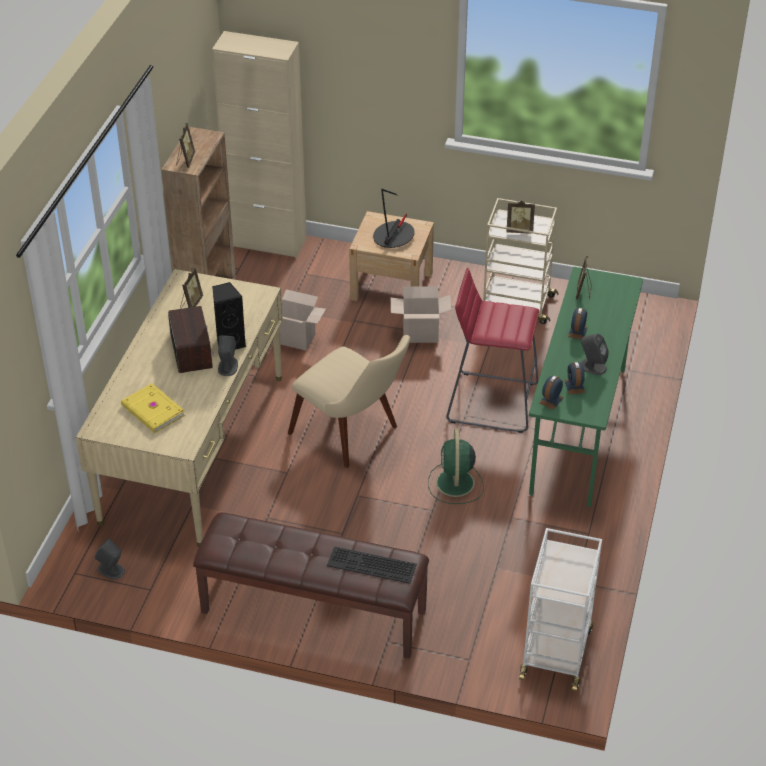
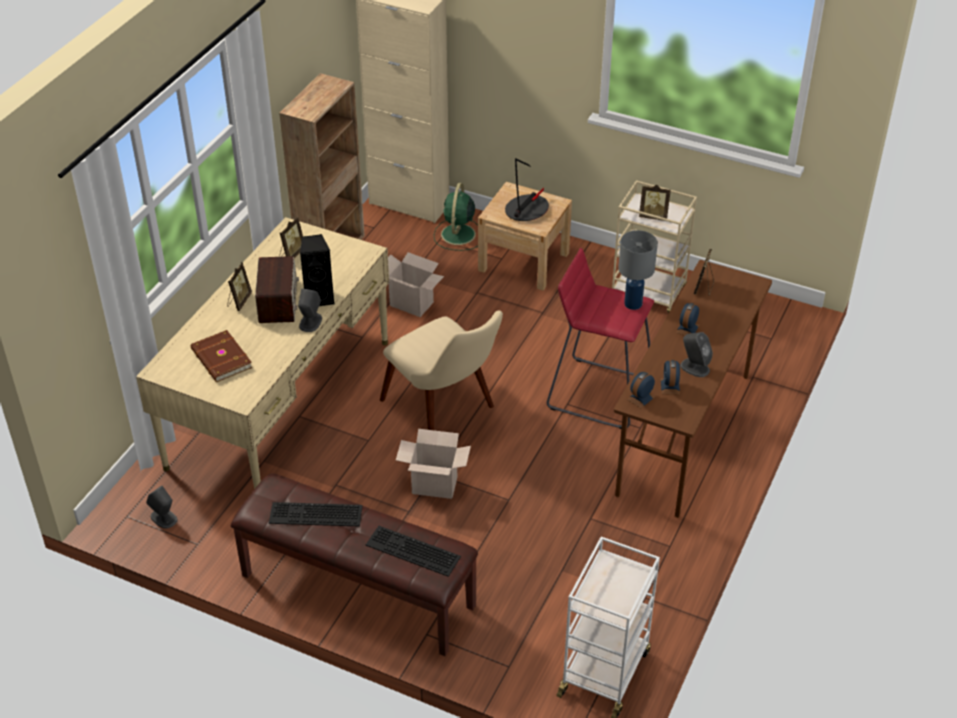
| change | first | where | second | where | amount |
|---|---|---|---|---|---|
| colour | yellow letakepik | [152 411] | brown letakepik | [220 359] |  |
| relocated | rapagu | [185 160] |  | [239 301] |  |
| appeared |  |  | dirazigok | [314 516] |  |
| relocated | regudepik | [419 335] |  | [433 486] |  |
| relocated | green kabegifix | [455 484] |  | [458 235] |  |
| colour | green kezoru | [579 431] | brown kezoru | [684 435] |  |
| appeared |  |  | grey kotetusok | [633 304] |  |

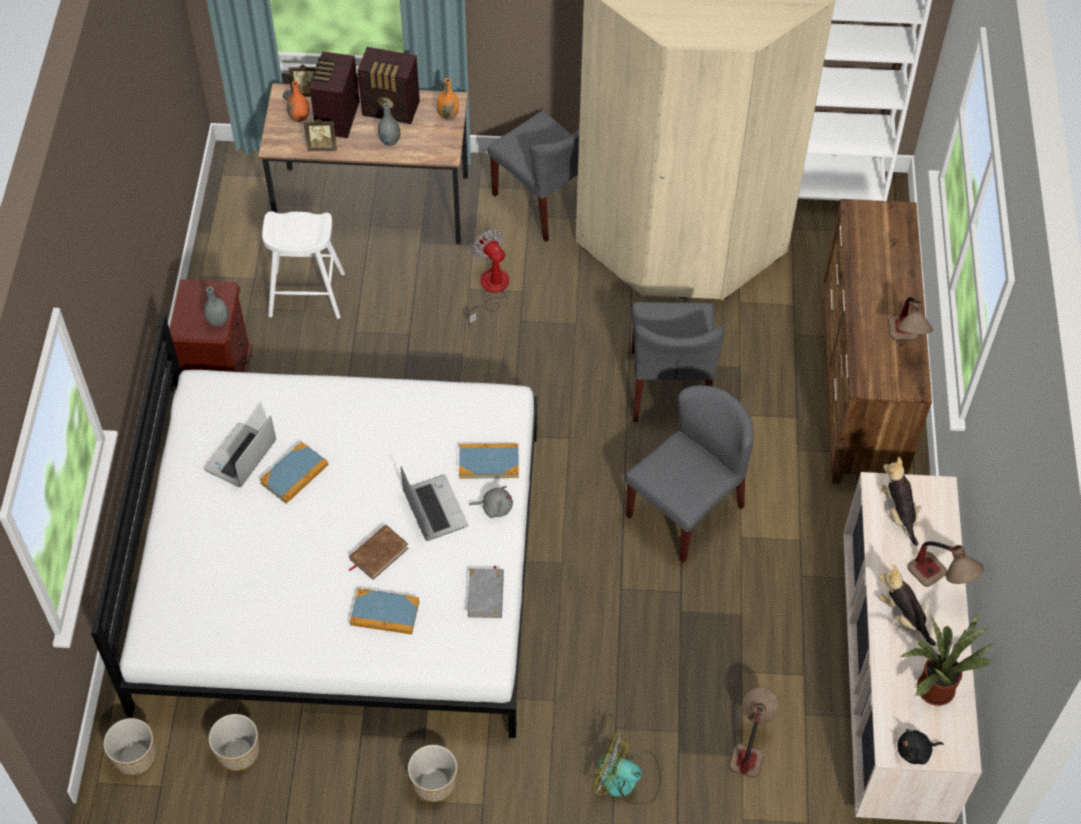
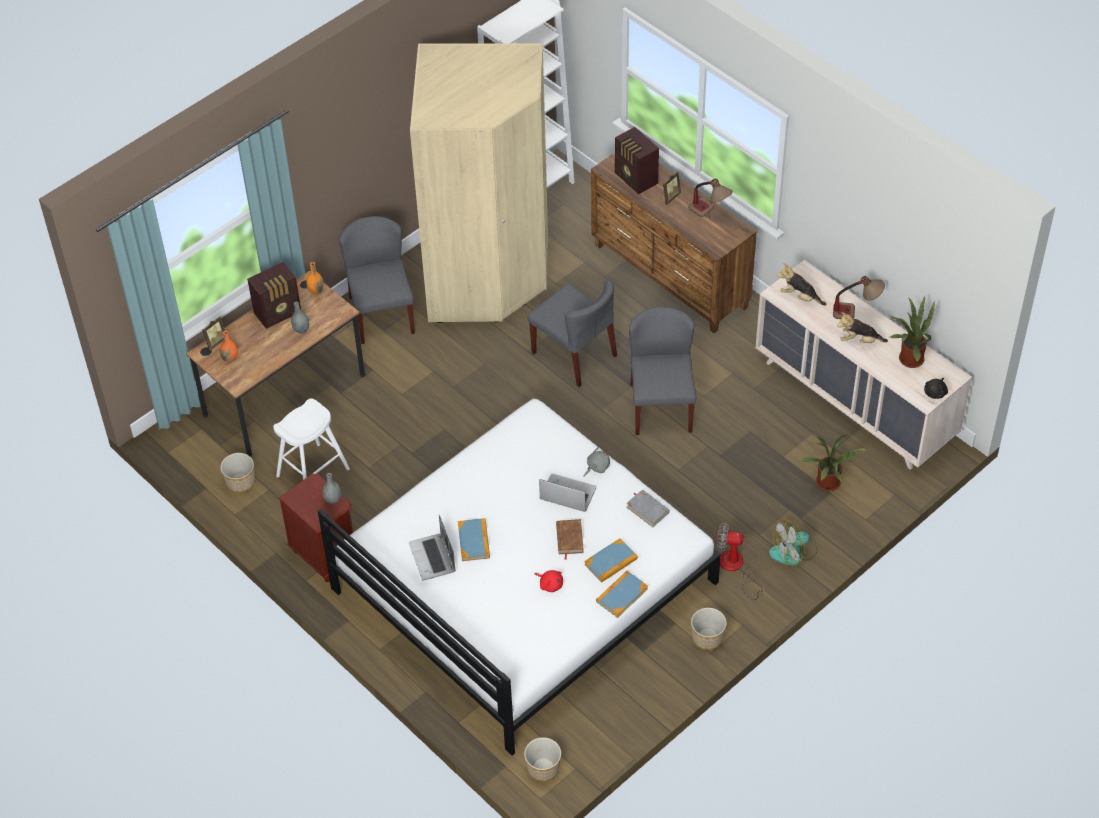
| change | first | where | second | where | amount |
|---|---|---|---|---|---|
| relocated | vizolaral | [238 751] |  | [240 482] |  |
| spun | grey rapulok | [545 201] |  | [381 315] | 105 degrees counterclockwise |
| appeared |  |  | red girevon | [550 584] |  |
| relocated | letakepik | [489 462] |  | [622 595] |  |
| relocated | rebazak | [336 118] |  | [636 179] |  |
| relocated | rapagu | [322 147] |  | [669 197] |  |
| relocated | kabegifix | [490 289] |  | [735 568] |  |
| exchanged | kotetusok | [750 744] | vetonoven | [827 485] |  |

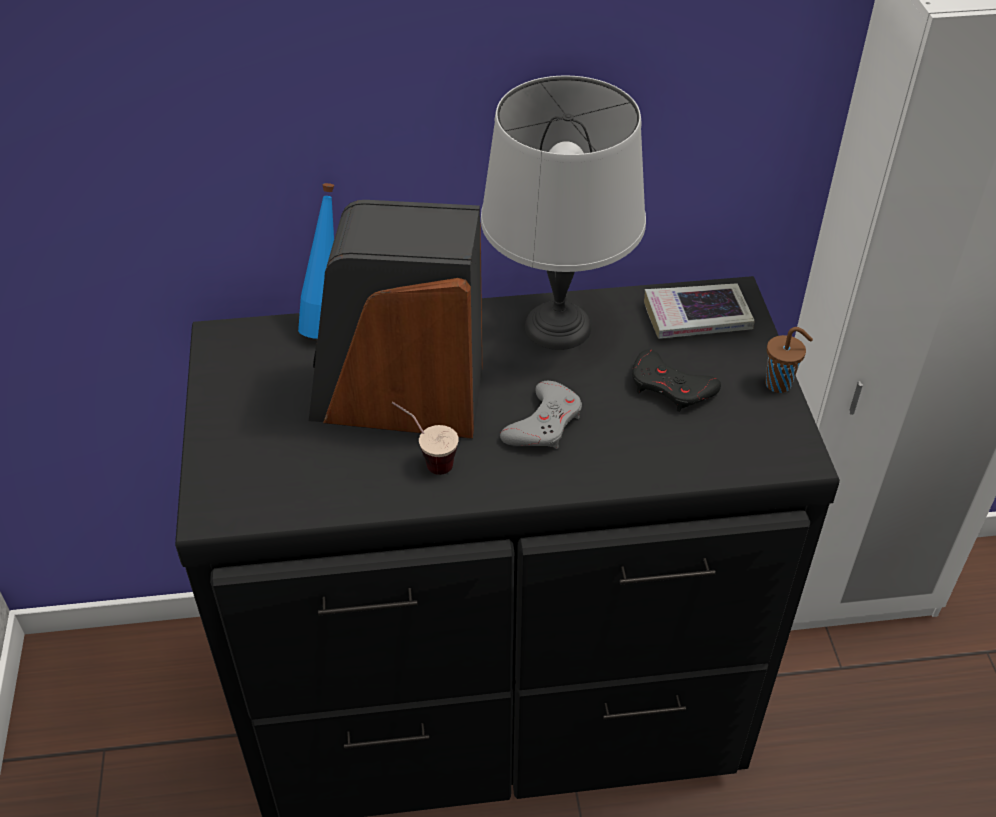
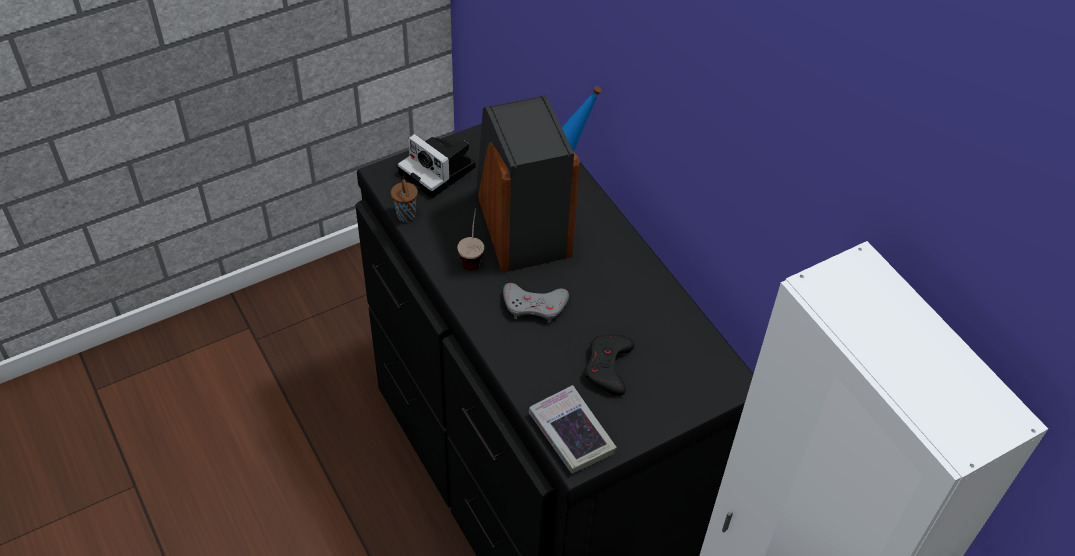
| change | first | where | second | where | amount |
|---|---|---|---|---|---|
| relocated | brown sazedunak | [780 384] |  | [406 216] |  |
| appeared |  |  | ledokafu | [440 171] |  |
| relocated | letakepik | [697 318] |  | [571 433] |  |
| missing | grey kotetusok | [556 327] |  |  |  |

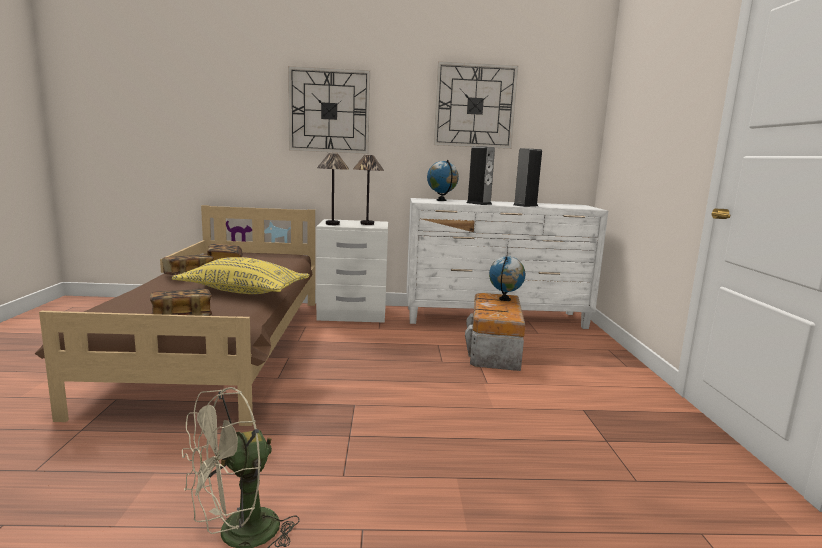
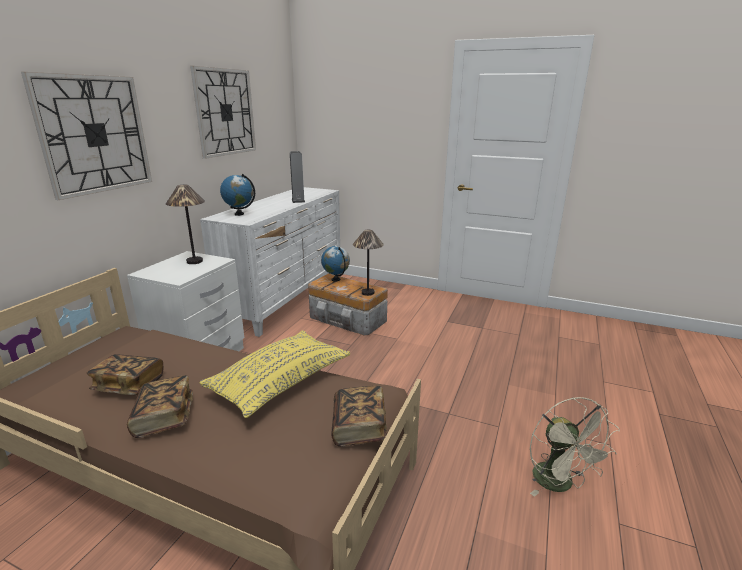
| change | first | where | second | where | amount |
|---|---|---|---|---|---|
| relocated | kotetusok | [332 224] |  | [367 292] |  |
| missing | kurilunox | [479 203] |  |  |  |

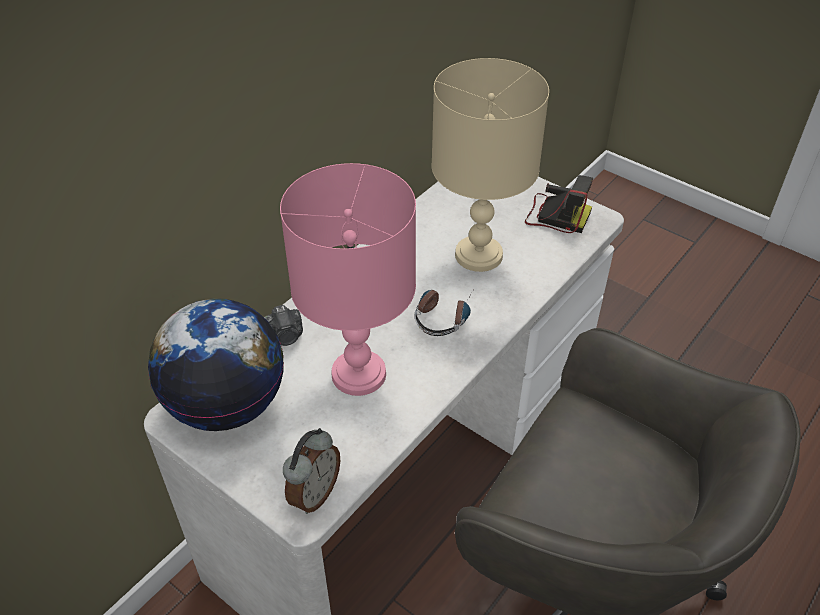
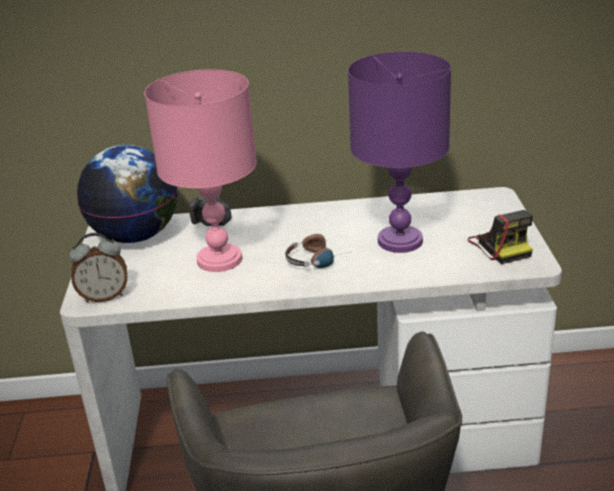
| change | first | where | second | where | amount |
|---|---|---|---|---|---|
| colour | beige kotetusok | [477 255] | purple kotetusok | [399 240] |  |

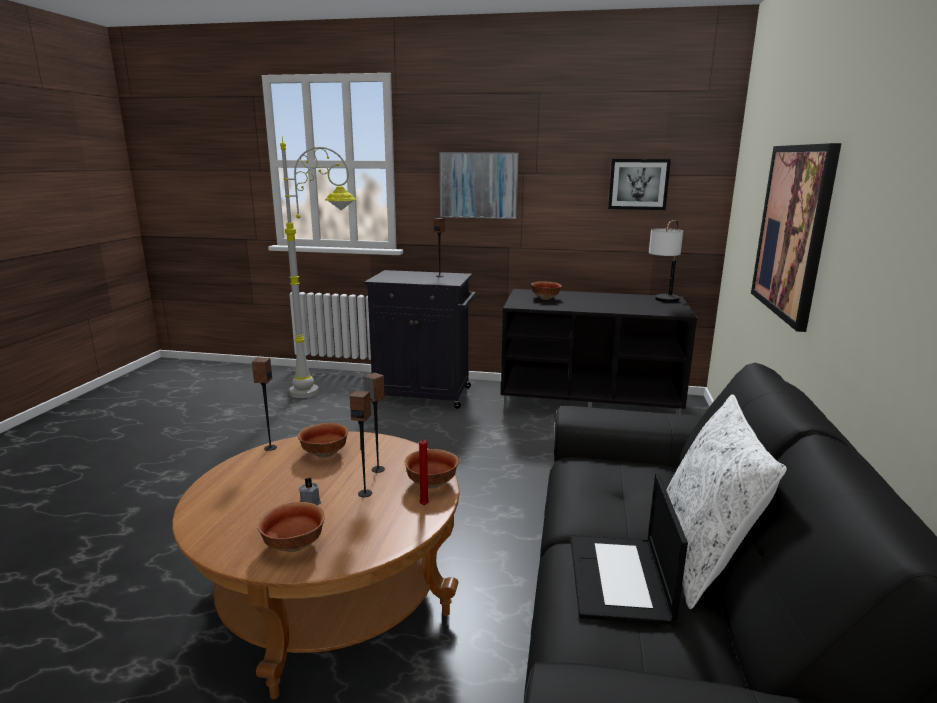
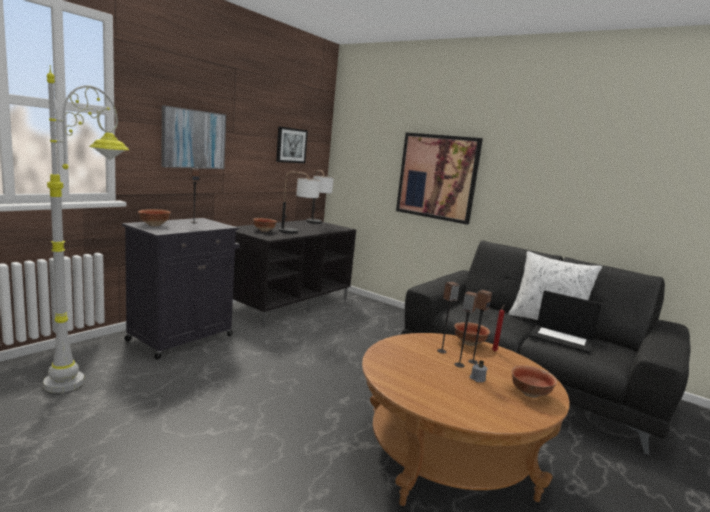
| change | first | where | second | where | amount |
|---|---|---|---|---|---|
| relocated | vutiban | [323 454] |  | [154 225] |  |
| appeared |  |  | kotetusok | [297 232] |  |
| relocated | kurilunox | [270 448] |  | [459 365] |  |

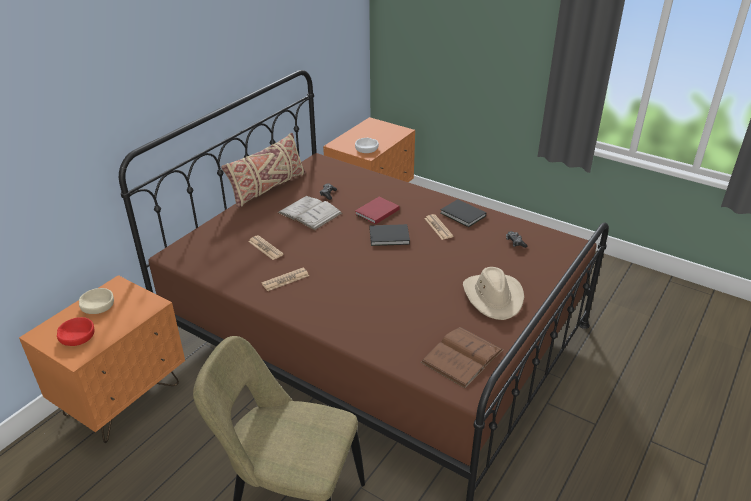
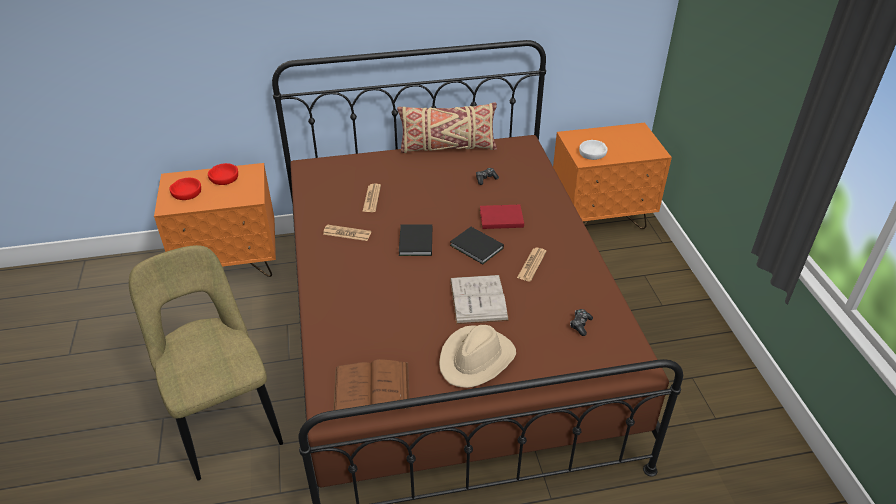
| change | first | where | second | where | amount |
|---|---|---|---|---|---|
| colour | beige vutiban | [97 305] | red vutiban | [224 178] |  |
| relocated | black letakepik | [463 215] |  | [415 242] |  |
| relocated | white letakepik | [310 213] |  | [478 299] |  |

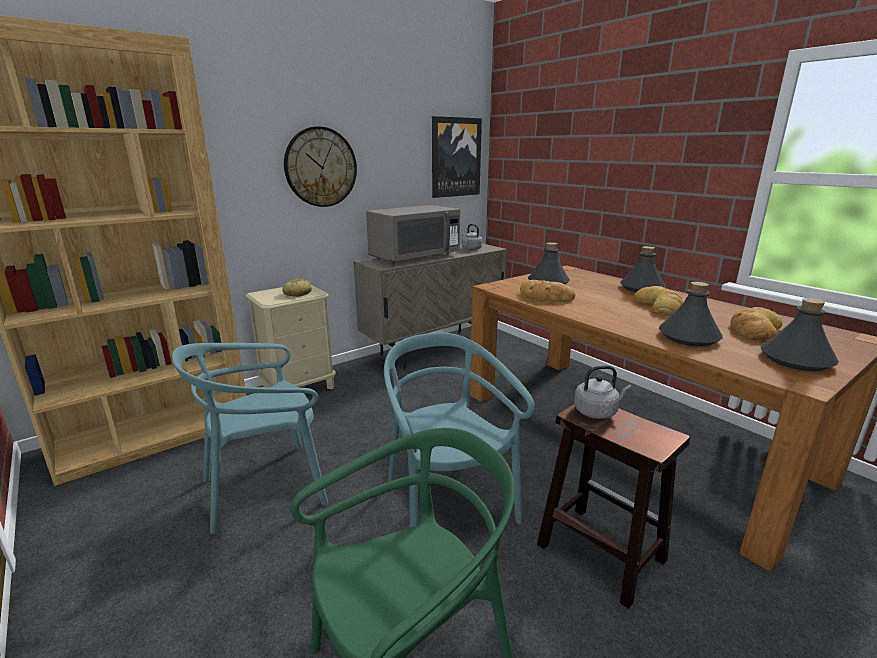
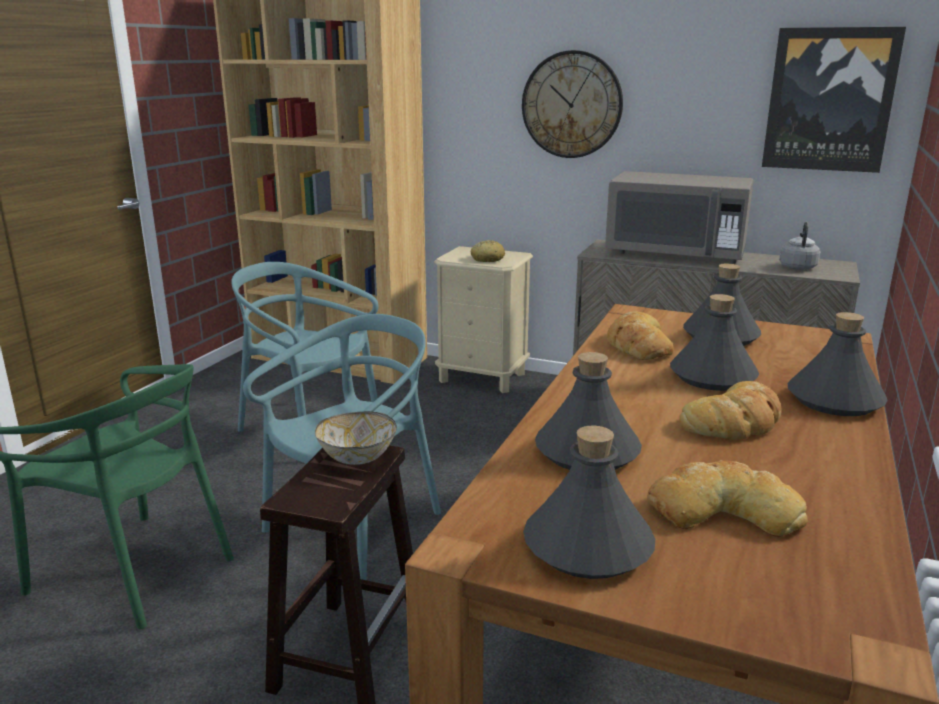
| change | first | where | second | where | amount |
|---|---|---|---|---|---|
| exchanged | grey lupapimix | [597 412] | vutiban | [358 457] |  |
| appeared |  |  | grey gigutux | [712 377] |  |

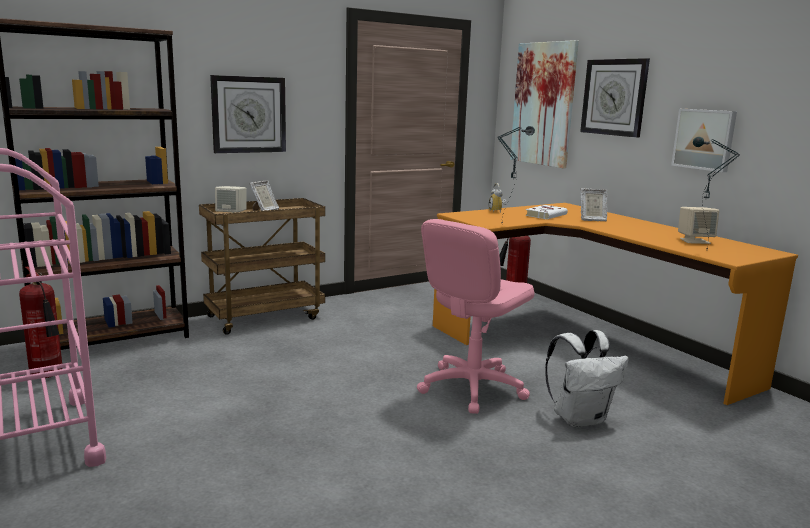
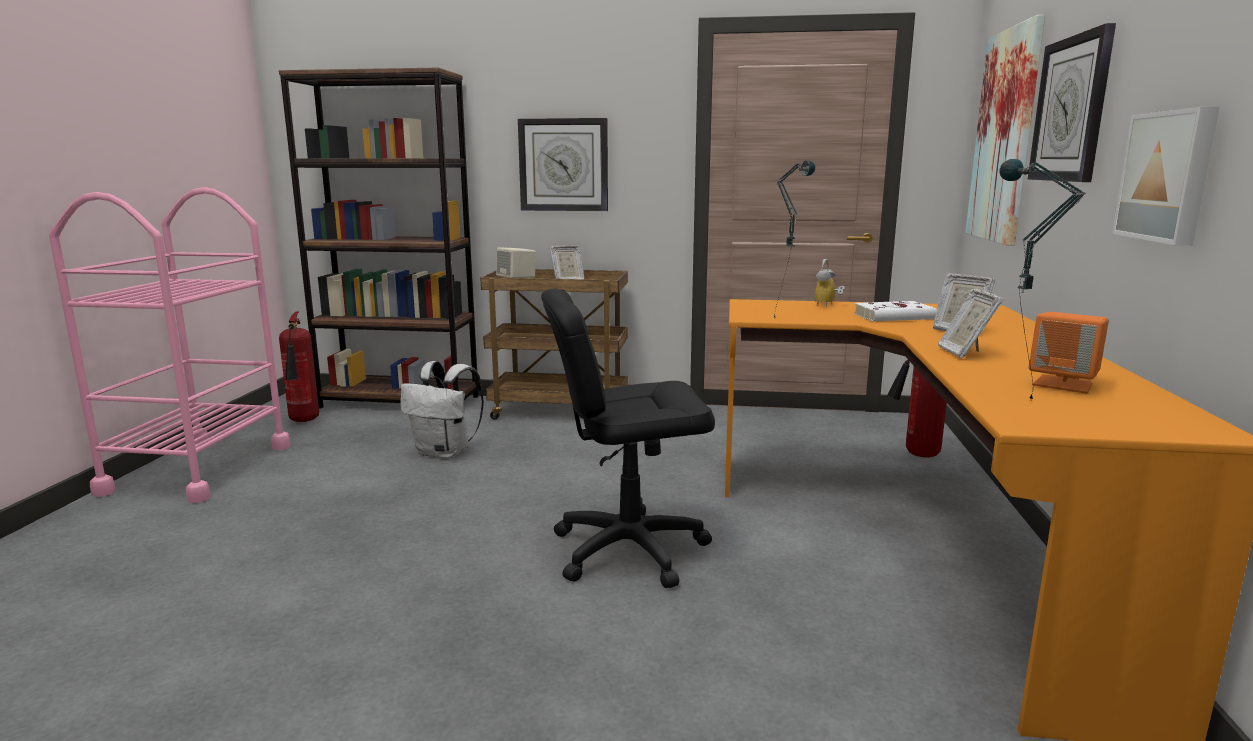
| change | first | where | second | where | amount |
|---|---|---|---|---|---|
| relocated | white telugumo | [580 418] |  | [445 452] |  |
| colour | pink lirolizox | [471 388] | black lirolizox | [628 549] |  |
| appeared |  |  | rapagu | [964 353] |  |
| colour | beige kurilunox | [694 241] | orange kurilunox | [1063 384] |  |

